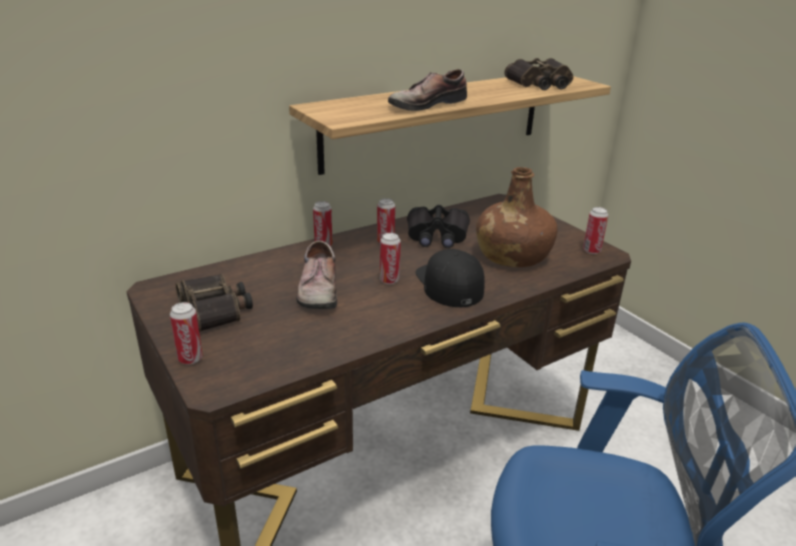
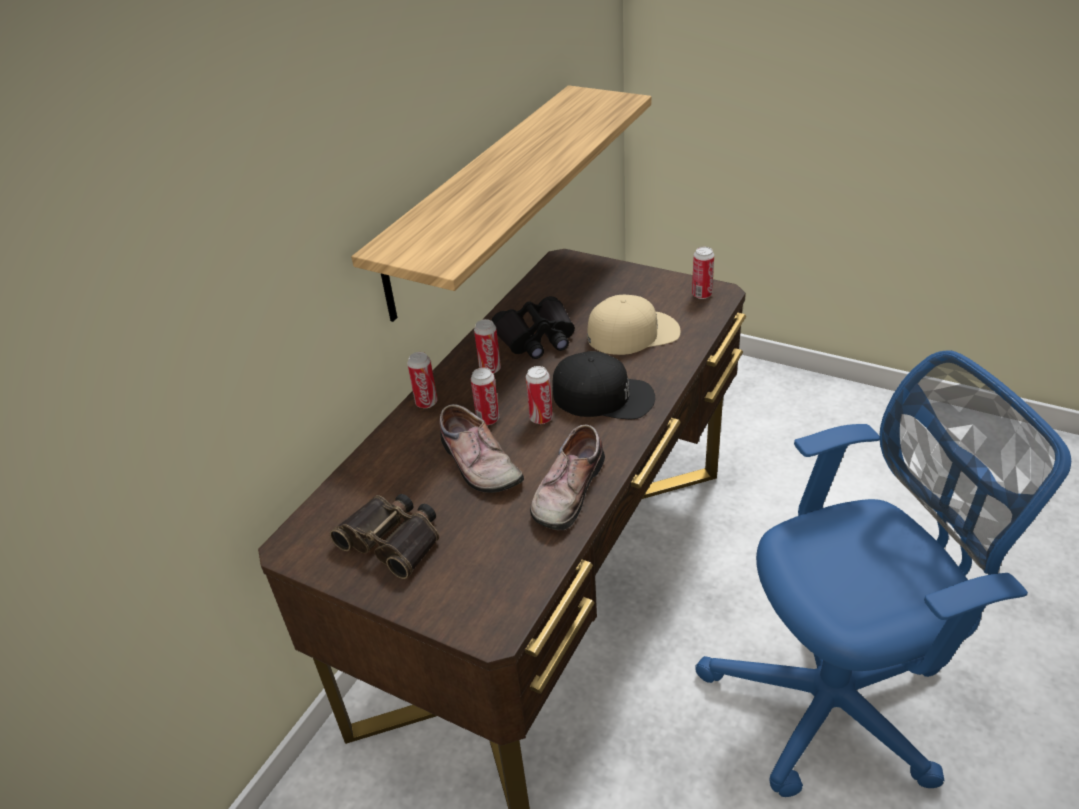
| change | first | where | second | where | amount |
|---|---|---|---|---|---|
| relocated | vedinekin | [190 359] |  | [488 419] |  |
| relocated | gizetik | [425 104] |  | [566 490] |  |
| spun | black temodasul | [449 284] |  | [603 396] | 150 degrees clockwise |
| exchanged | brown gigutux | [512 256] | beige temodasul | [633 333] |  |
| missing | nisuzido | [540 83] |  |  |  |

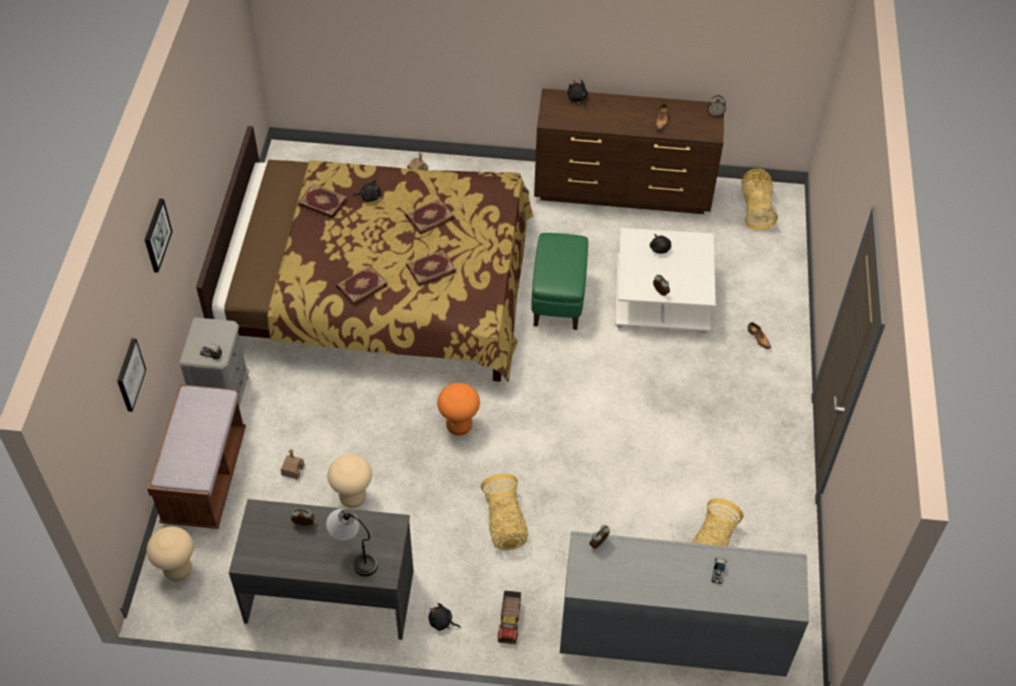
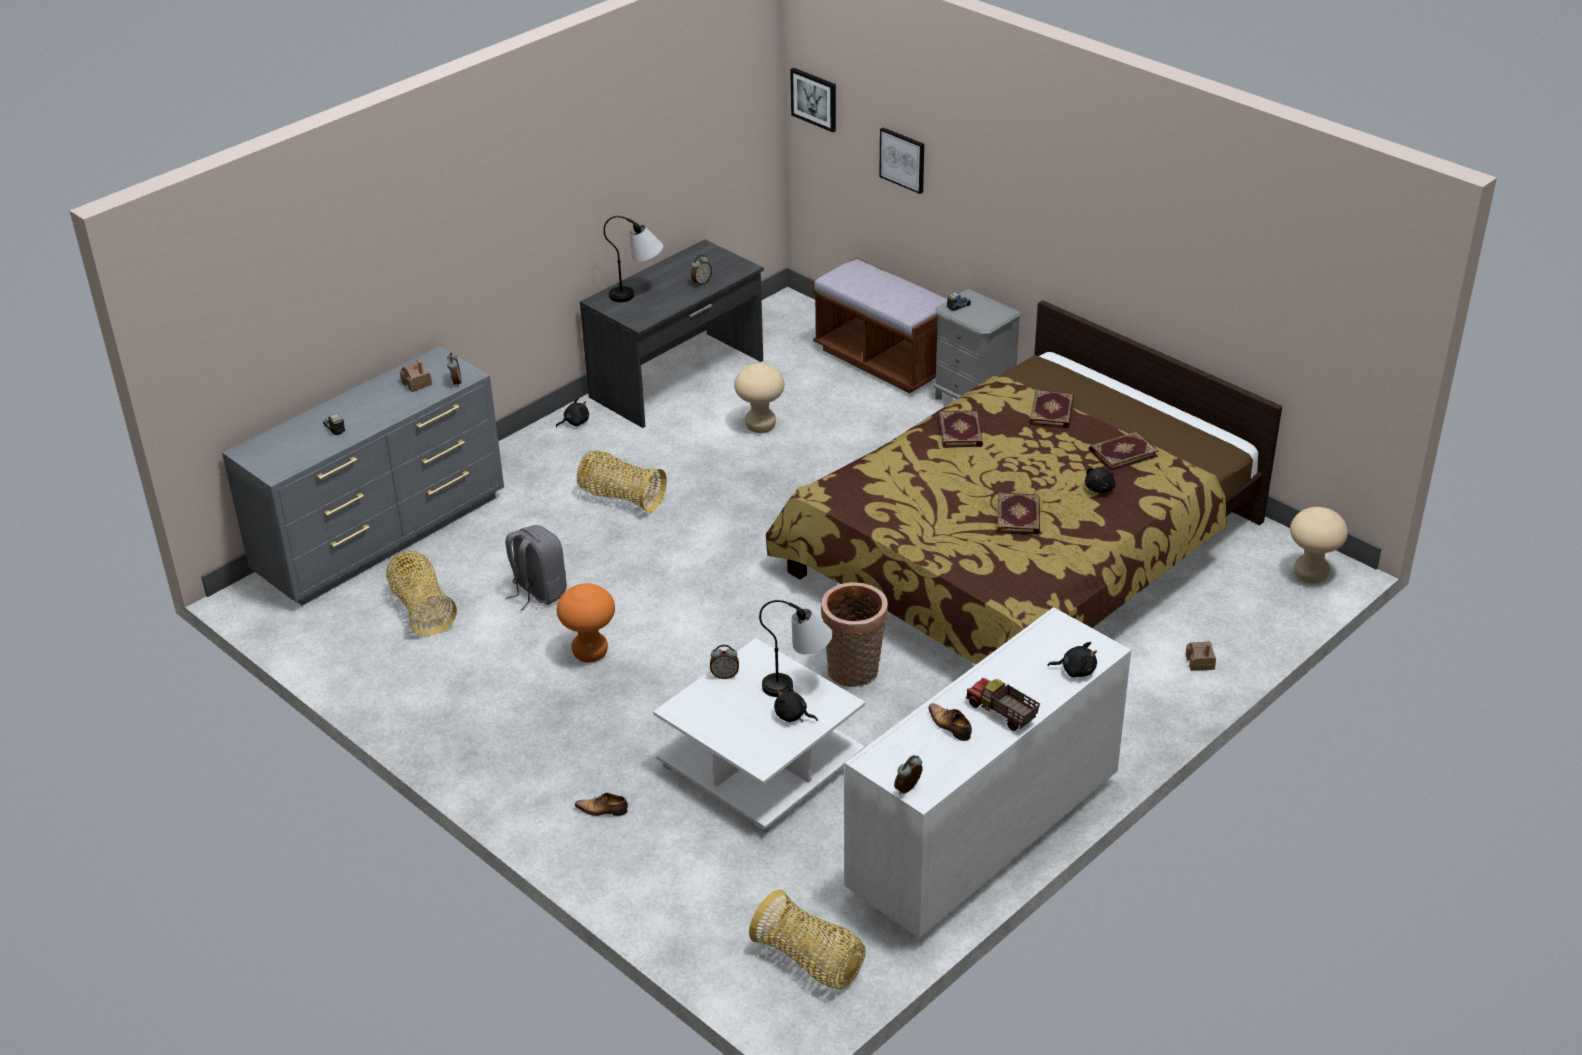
| change | first | where | second | where | amount |
|---|---|---|---|---|---|
| relocated | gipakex | [293 470] |  | [417 383] |  |
| appeared |  |  | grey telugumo | [538 592] |  |
| relocated | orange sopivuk | [459 426] |  | [590 653] |  |
| appeared |  |  | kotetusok | [799 686] |  |
| relocated | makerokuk | [156 235] |  | [814 99] |  |
| exchanged | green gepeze | [558 299] | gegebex | [854 673] |  |
| colour | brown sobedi | [623 191] | white sobedi | [982 837] |  |
| relocated | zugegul | [510 622] |  | [1001 713] |  |
| relocated | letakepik | [430 268] |  | [1052 411] |  |
| relocated | beige sopivuk | [178 570] |  | [1310 575] |  |

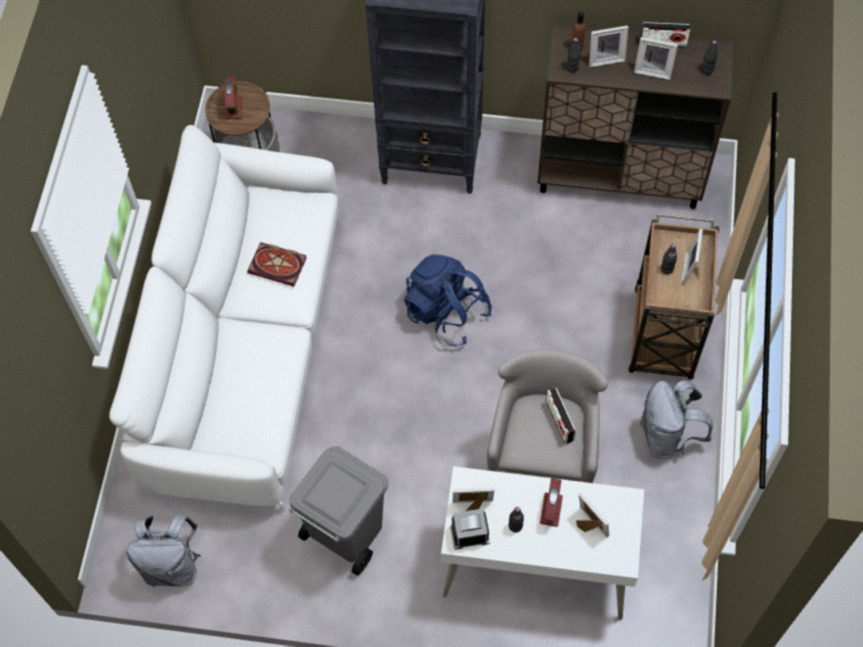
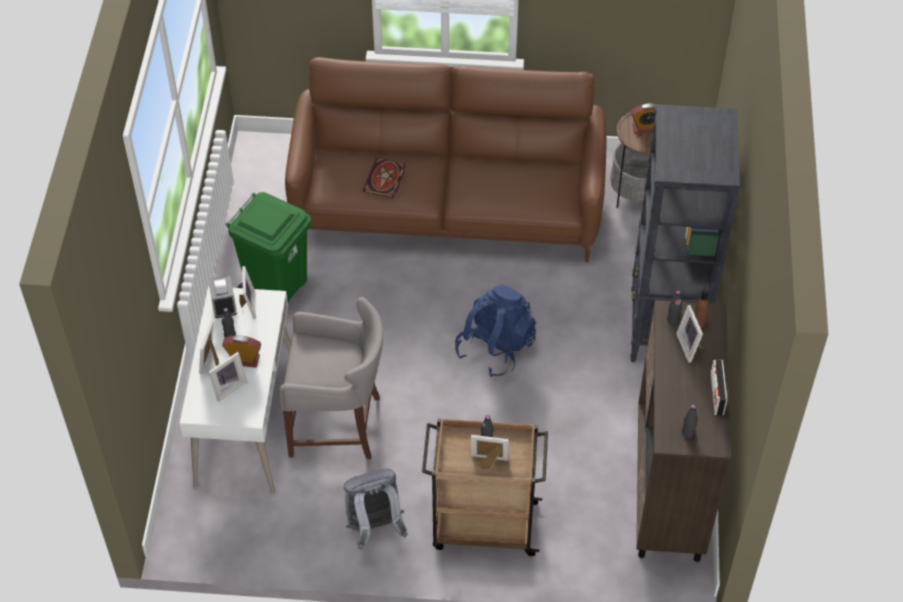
| change | first | where | second | where | amount |
|---|---|---|---|---|---|
| relocated | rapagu | [653 69] |  | [212 361] |  |
| colour | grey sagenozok | [345 534] | green sagenozok | [277 287] |  |
| colour | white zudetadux | [246 349] | brown zudetadux | [447 207] |  |
| relocated | letakepik | [279 265] |  | [385 180] |  |
| missing | grey telugumo | [172 565] |  |  |  |
| missing | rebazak | [559 421] |  |  |  |

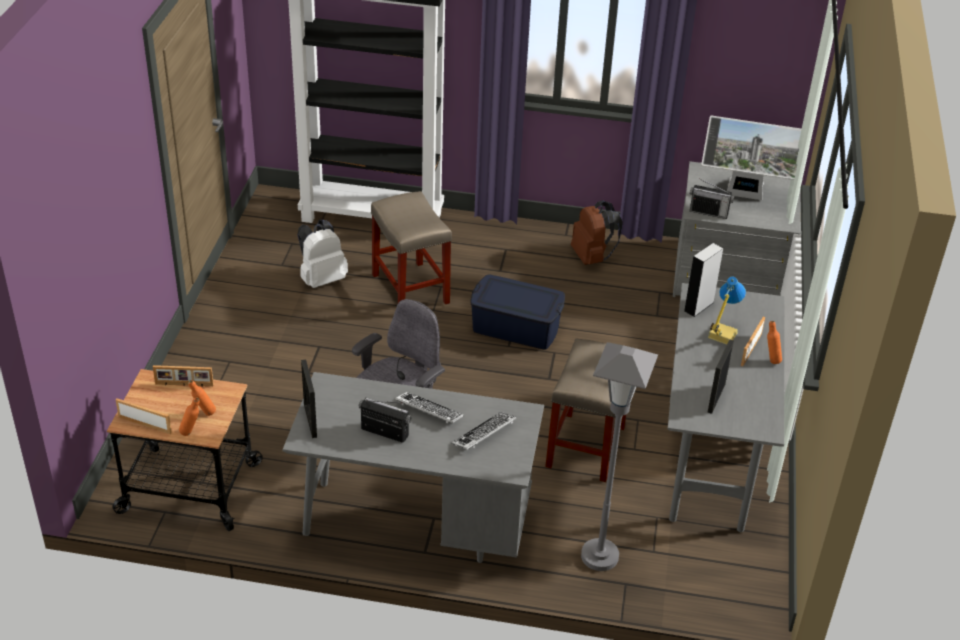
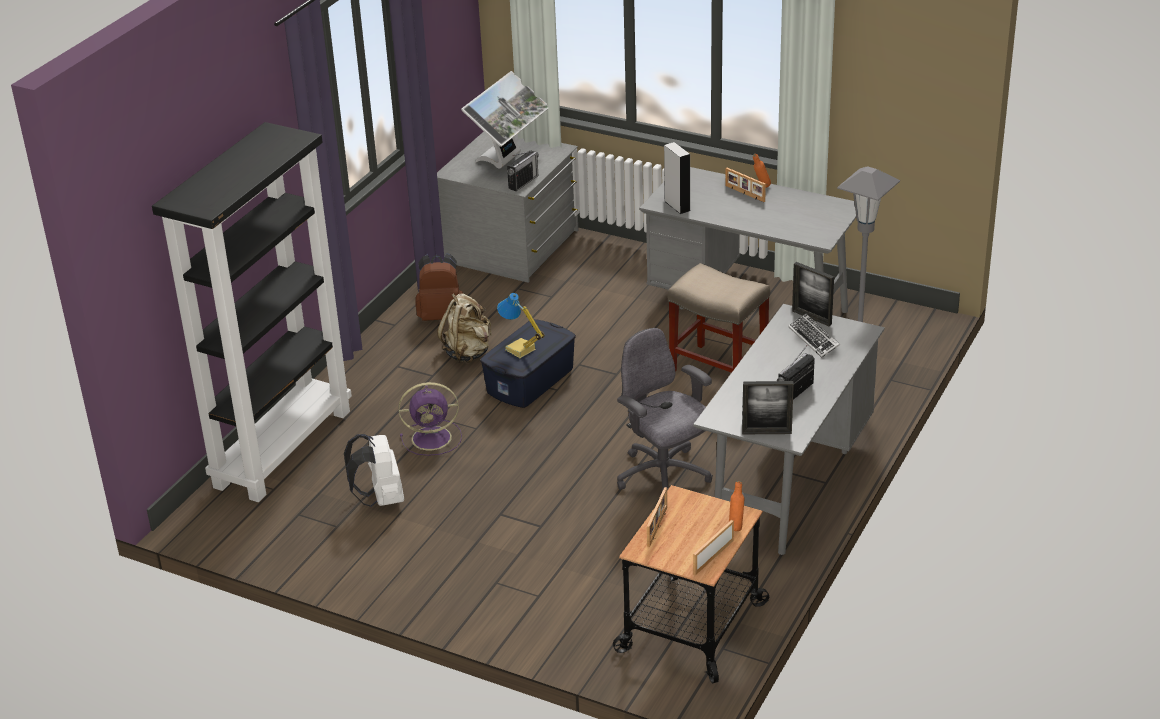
| change | first | where | second | where | amount |
|---|---|---|---|---|---|
| exchanged | beige sopivuk | [411 289] | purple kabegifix | [433 438] |  |
| appeared |  |  | beige telugumo | [468 353] |  |
| relocated | kotetusok | [721 335] |  | [519 350] |  |
| relocated | rapagu | [716 398] |  | [811 317] |  |
| missing | orange gigutux | [204 414] |  |  |  |
| missing | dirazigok | [429 411] |  |  |  |

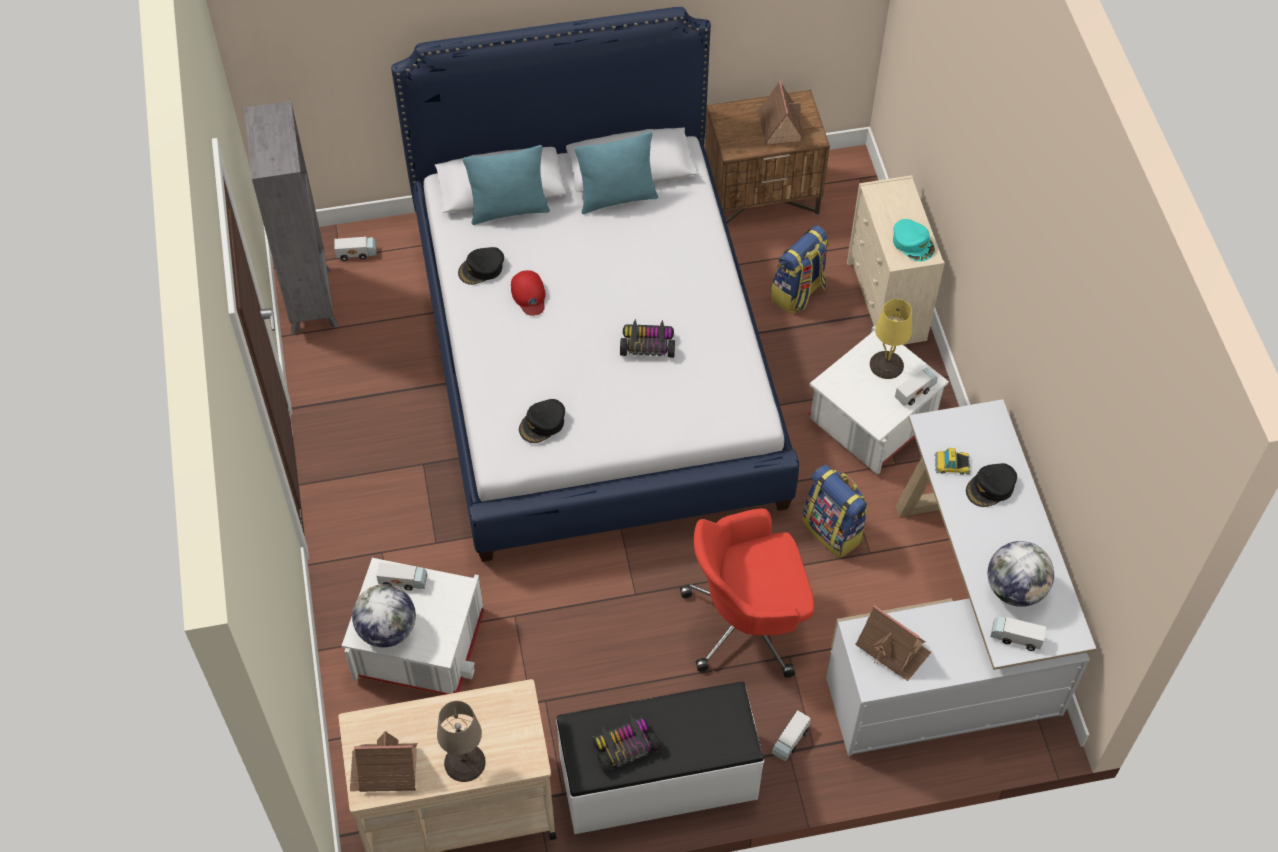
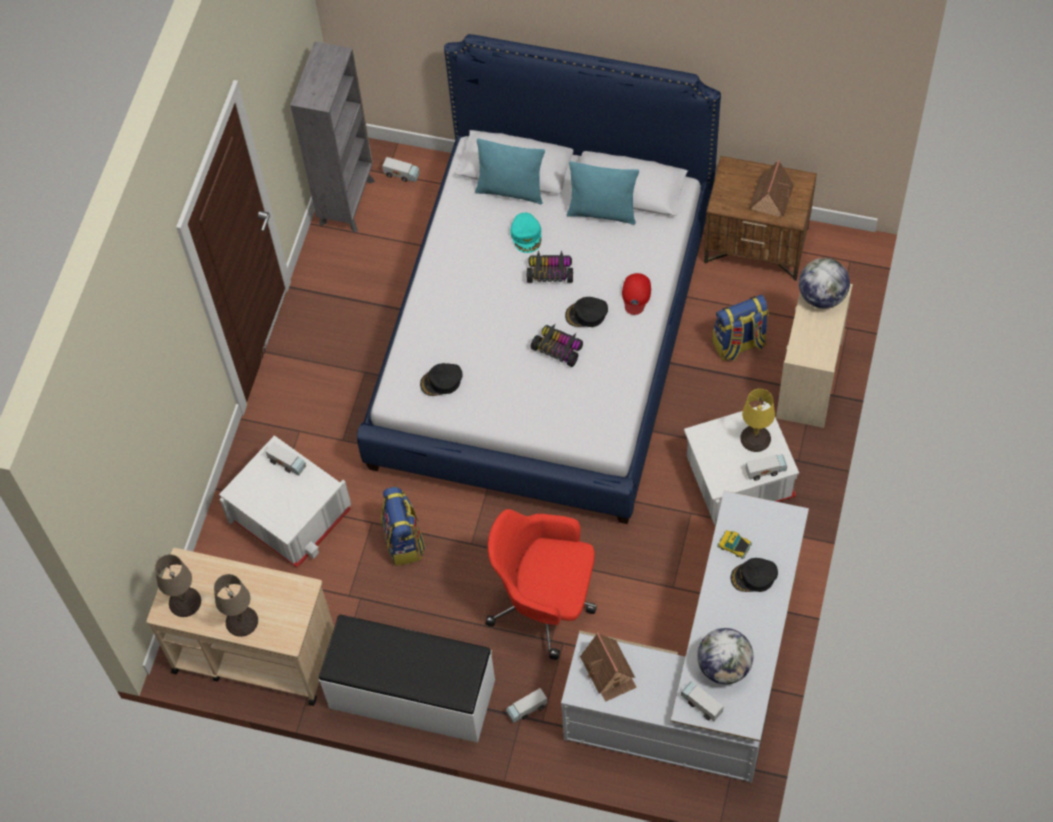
| change | first | where | second | where | amount |
|---|---|---|---|---|---|
| exchanged | gipakex | [385 770] | beige kotetusok | [184 602] |  |
| relocated | telugumo | [833 530] |  | [404 541] |  |
| relocated | turquoise temodasul | [913 243] |  | [526 235] |  |
| relocated | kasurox | [624 746] |  | [550 271] |  |
| relocated | black temodasul | [481 269] |  | [586 314] |  |
| relocated | red temodasul | [529 295] |  | [636 295] |  |
| relocated | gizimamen | [387 630] |  | [821 296] |  |

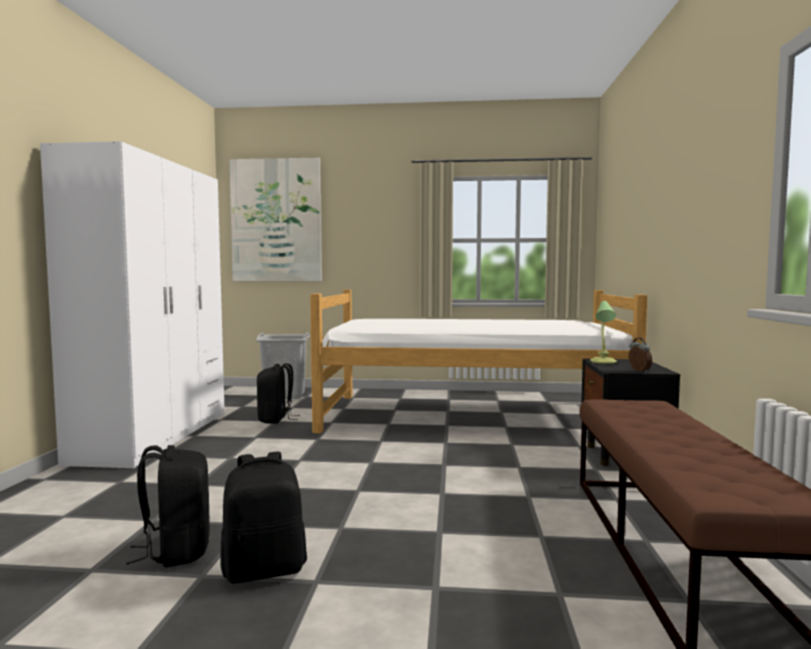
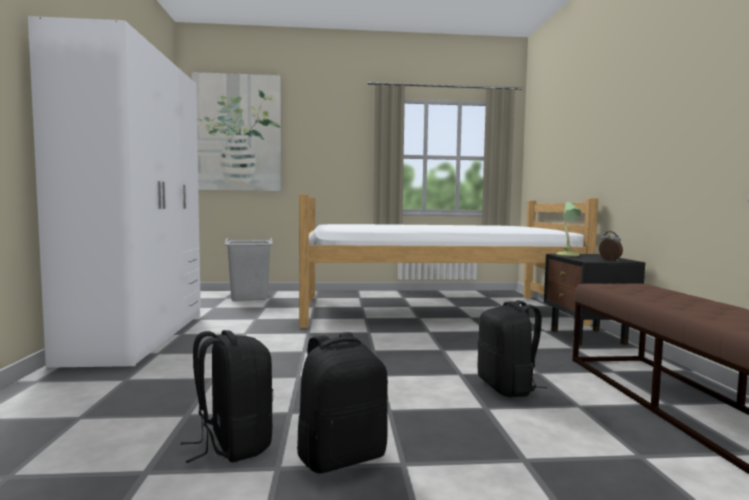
| change | first | where | second | where | amount |
|---|---|---|---|---|---|
| relocated | black telugumo | [276 419] |  | [507 387] |  |

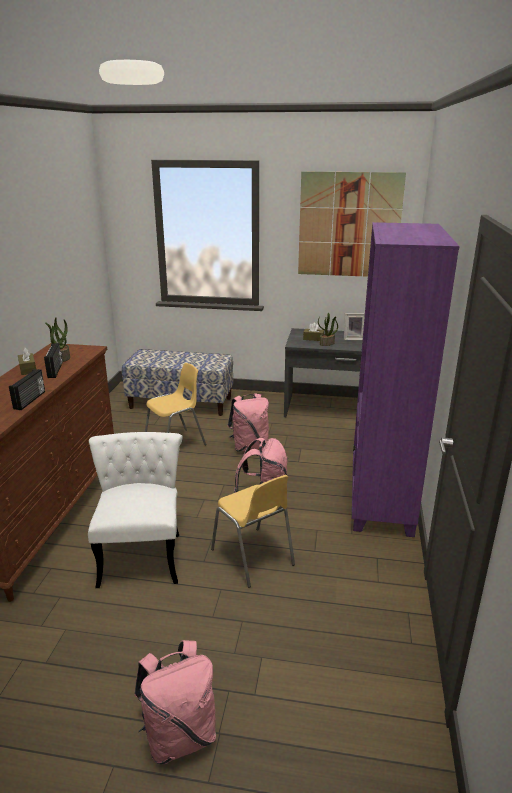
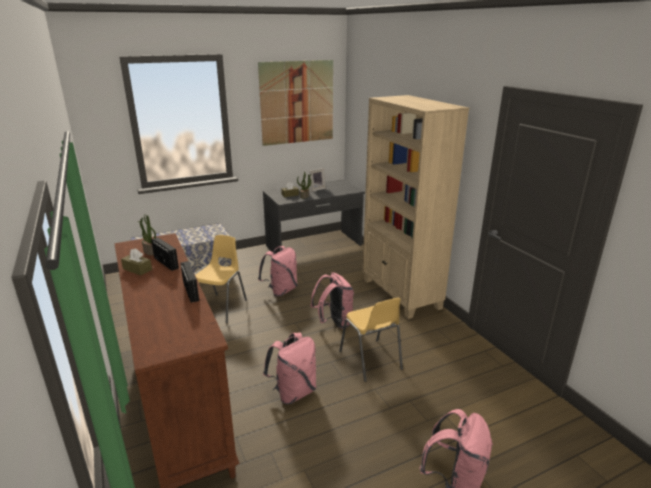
| change | first | where | second | where | amount |
|---|---|---|---|---|---|
| exchanged | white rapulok | [142 552] | pink telugumo | [293 392] |  |
| spun | yellow rapulok | [253 557] |  | [370 360] | 45 degrees clockwise |
| colour | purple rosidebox | [380 499] | beige rosidebox | [401 294] |  |

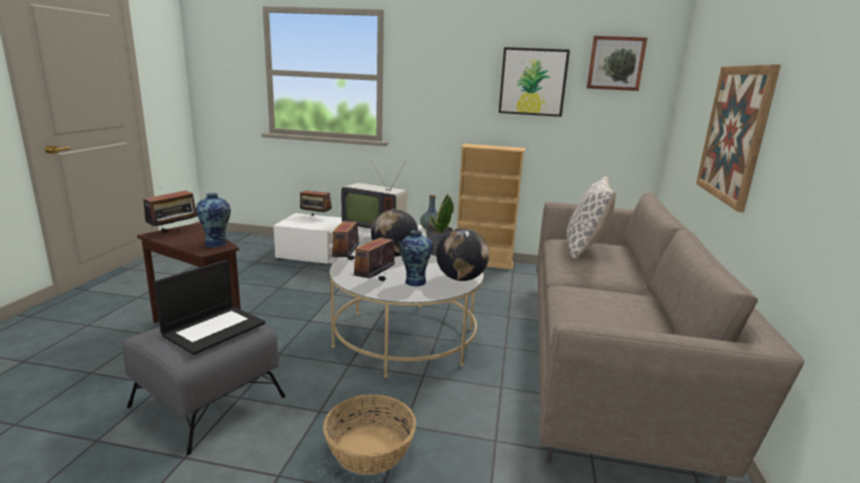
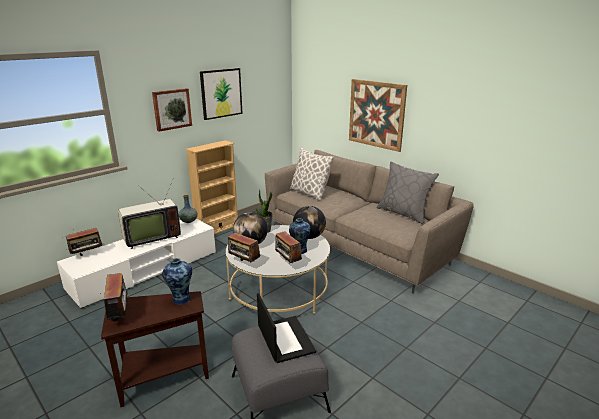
| change | first | where | second | where | amount |
|---|---|---|---|---|---|
| relocated | makerokuk | [615 63] |  | [172 109] |  |
| appeared |  |  | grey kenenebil | [403 213] |  |
| missing | gegebex | [369 449] |  |  |  |

